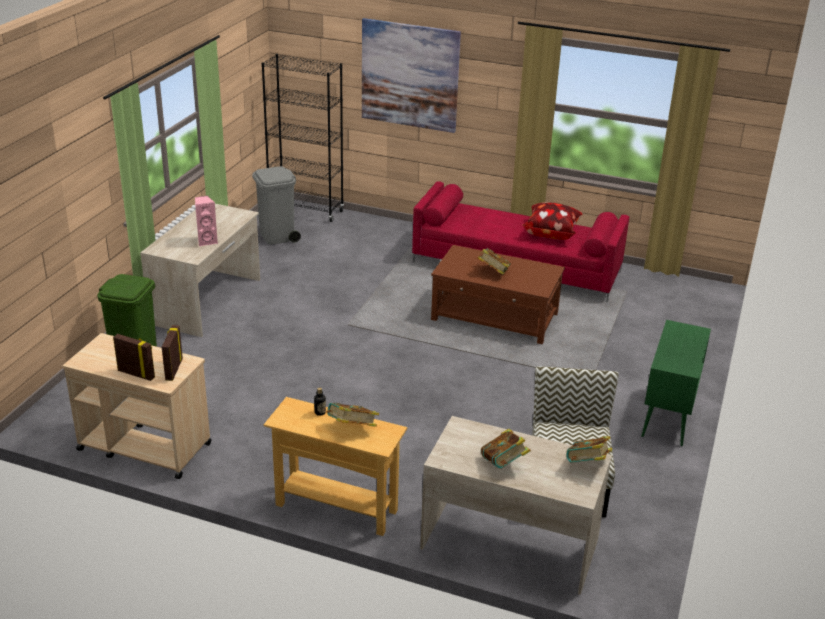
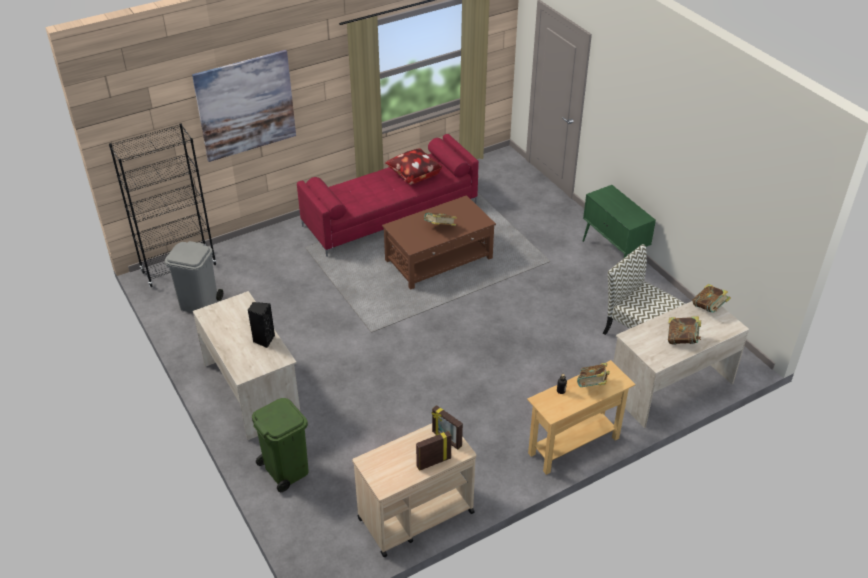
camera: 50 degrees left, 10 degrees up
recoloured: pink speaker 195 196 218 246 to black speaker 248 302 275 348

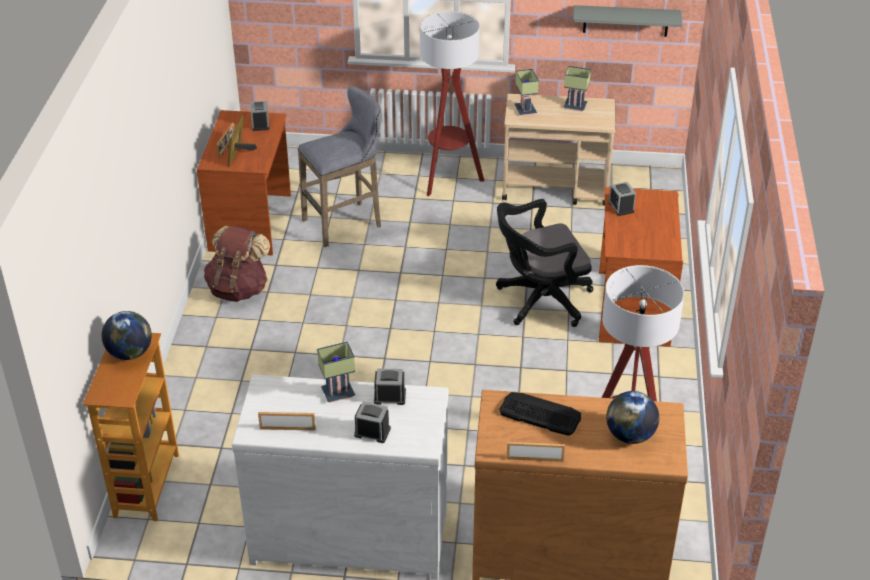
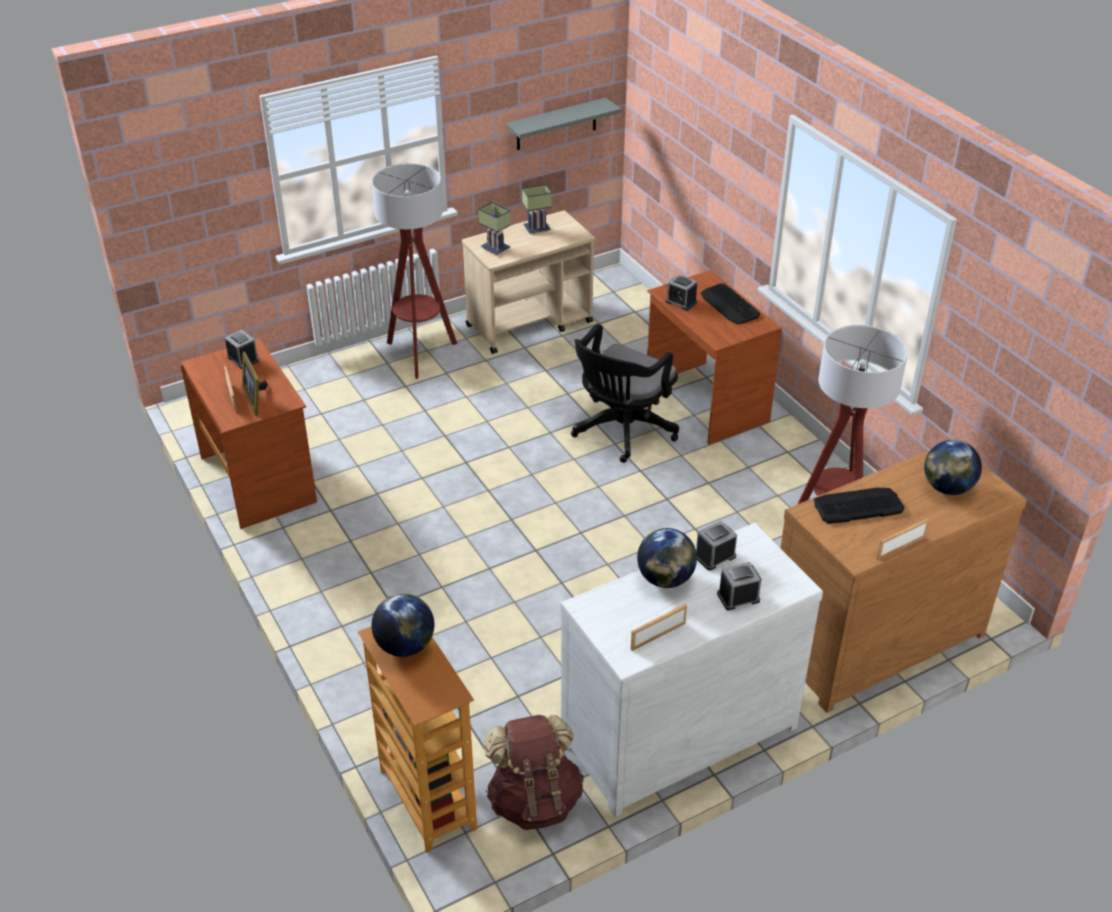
camera: 35 degrees left, 0 degrees up
removed: grey stool 298 86 382 247
added: keyboard 700 283 760 324
moved: brown backpack 204 226 270 302 to 484 715 584 830
replaced: table lamp 317 342 355 403 to globe 637 528 697 588

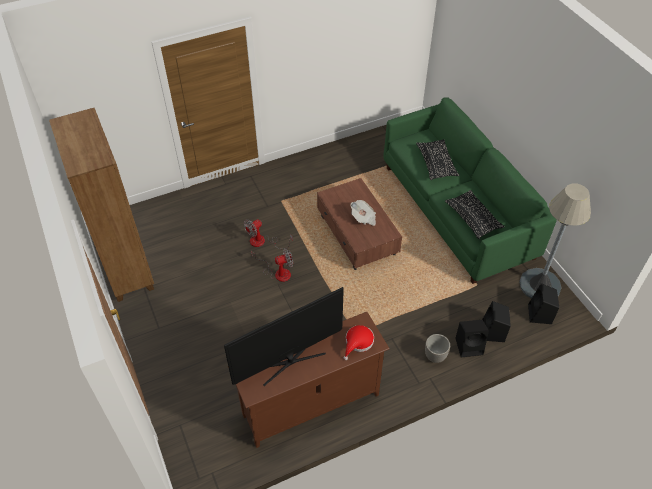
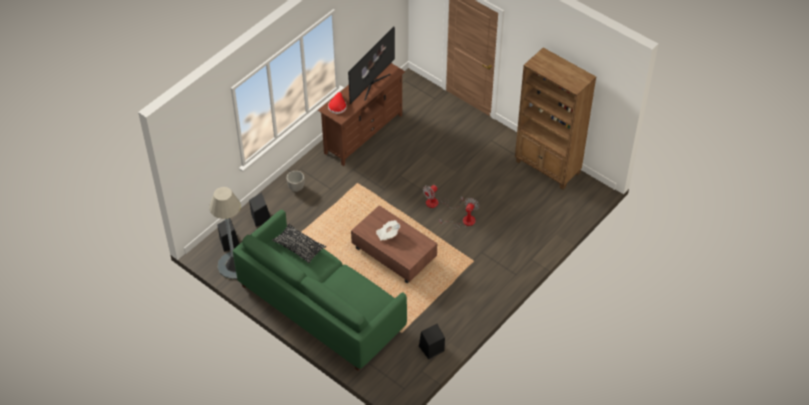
camera: 155 degrees right, 0 degrees up
removed: black pillow 416 139 459 180
moved: black speaker 455 320 489 357 to 419 324 445 359

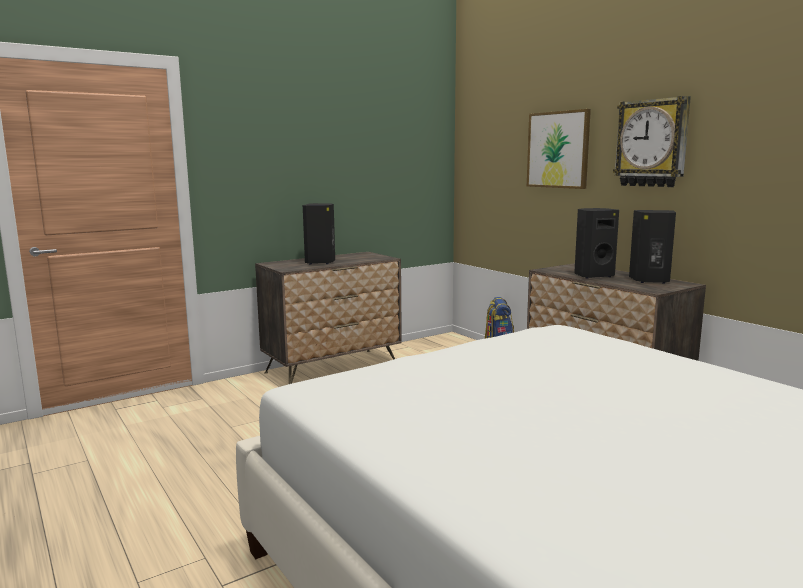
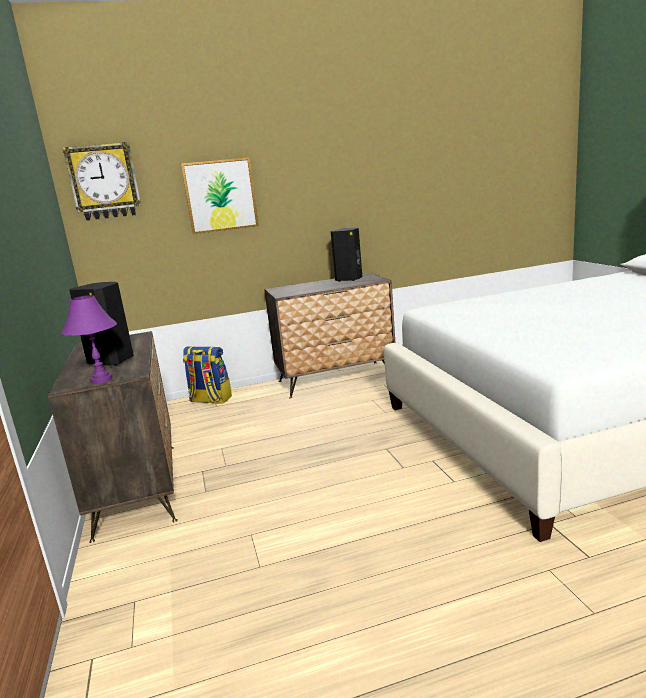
camera: 70 degrees left, 5 degrees up
removed: black speaker 574 208 619 279
added: purple table lamp 61 295 117 384
moved: wall clock 613 96 691 187 to 63 142 141 221

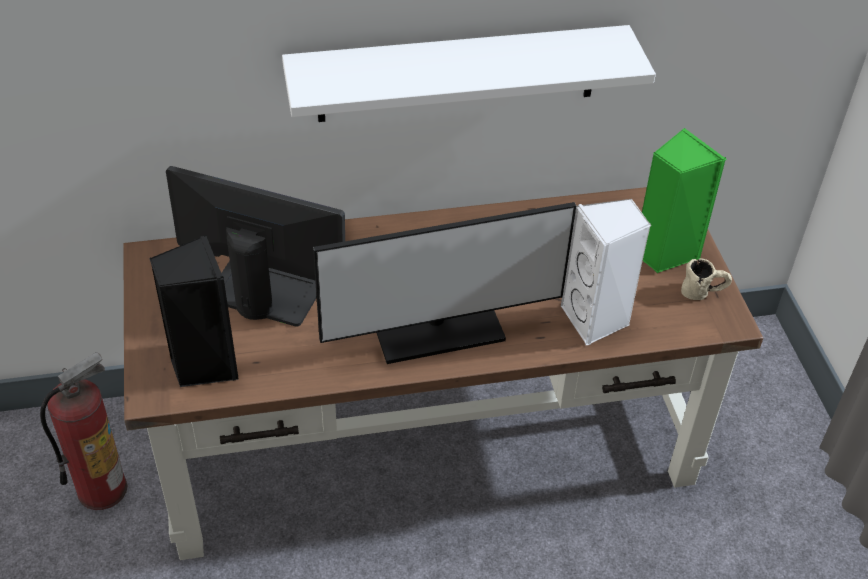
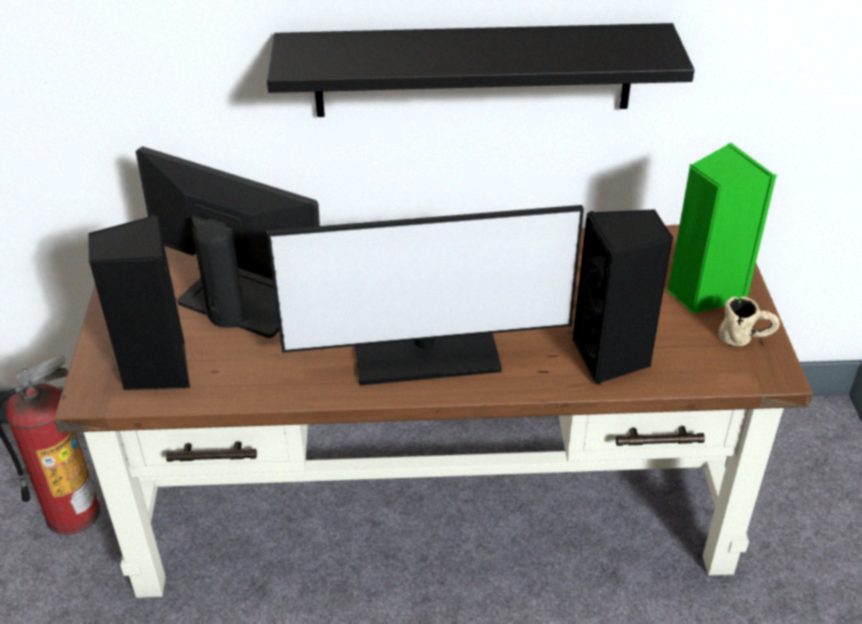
camera: 10 degrees right, 5 degrees down
recoloured: white shelf 282 25 656 122 to black shelf 267 23 695 117; white speaker 561 199 651 345 to black speaker 573 209 674 384

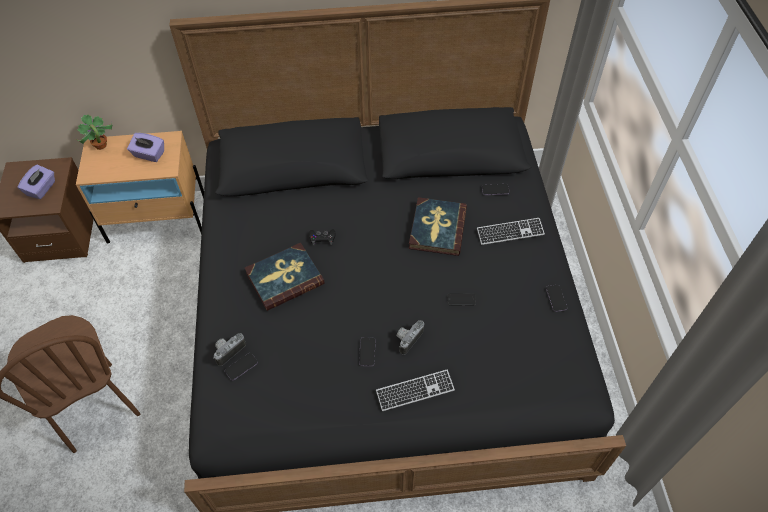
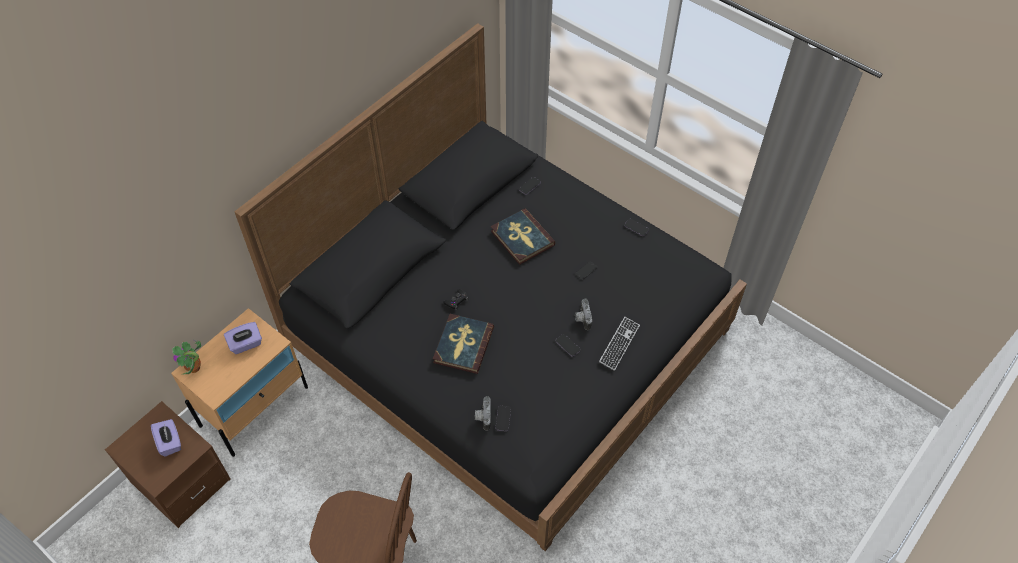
camera: 45 degrees left, 0 degrees up
removed: keyboard 477 218 545 245

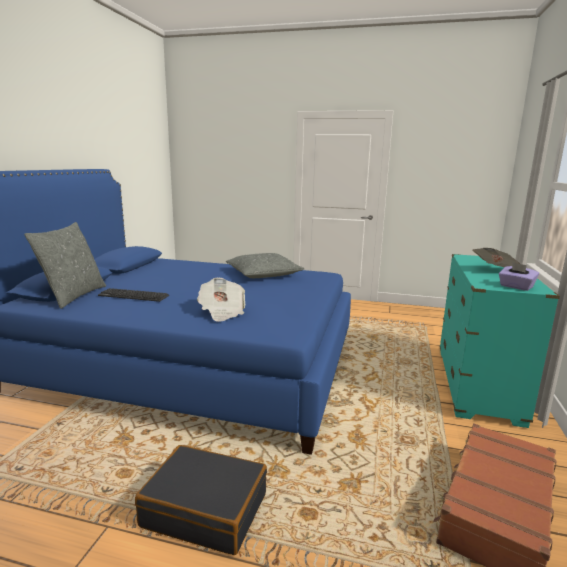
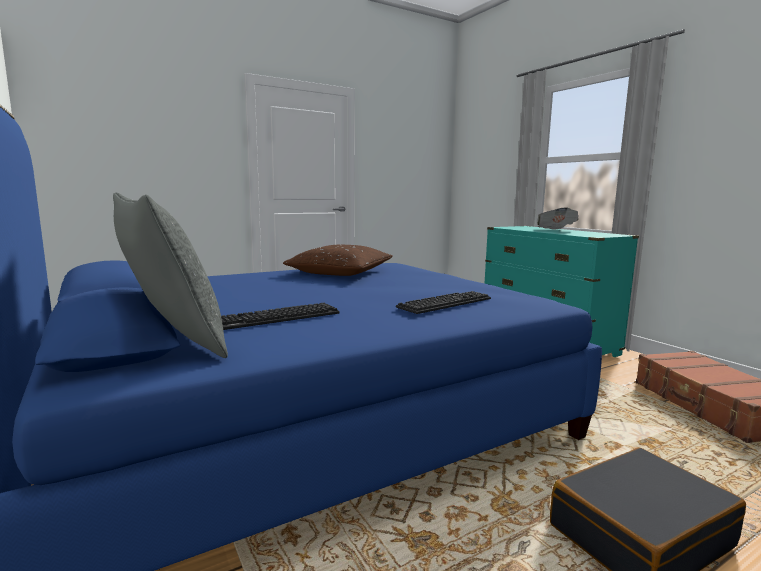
camera: 45 degrees left, 5 degrees down
removed: purple tissue box 499 262 539 291
replaced: newspaper 197 278 245 322 to keyboard 396 291 491 314
recoloured: grey pillow 226 253 304 278 to brown pillow 283 245 393 276

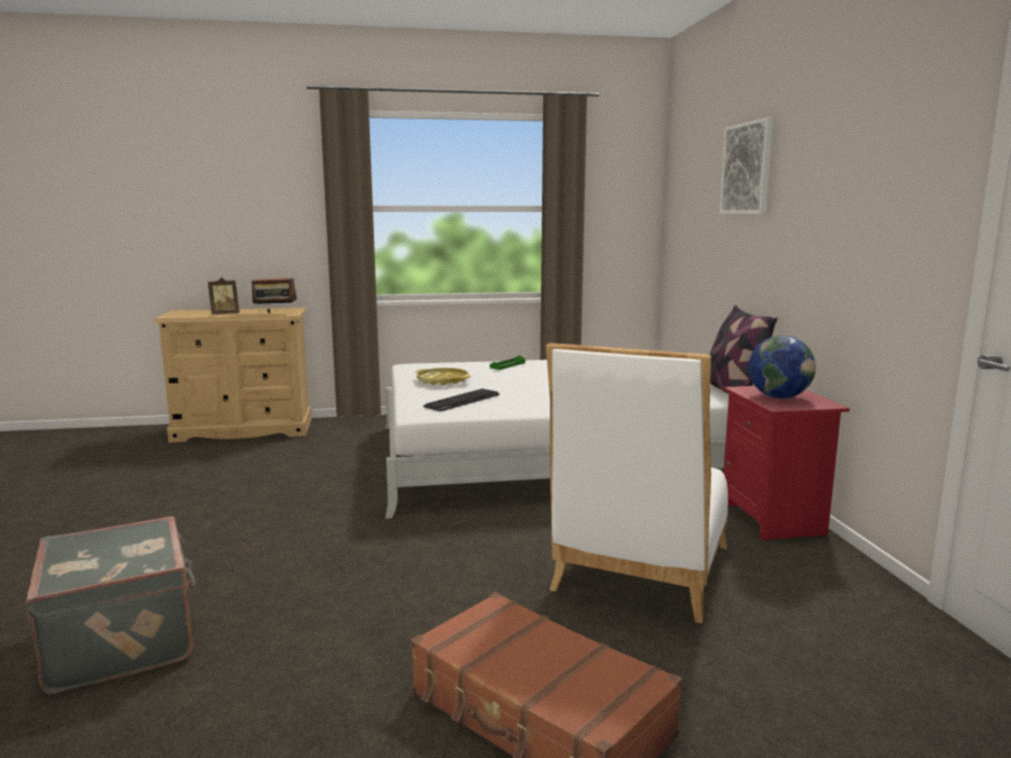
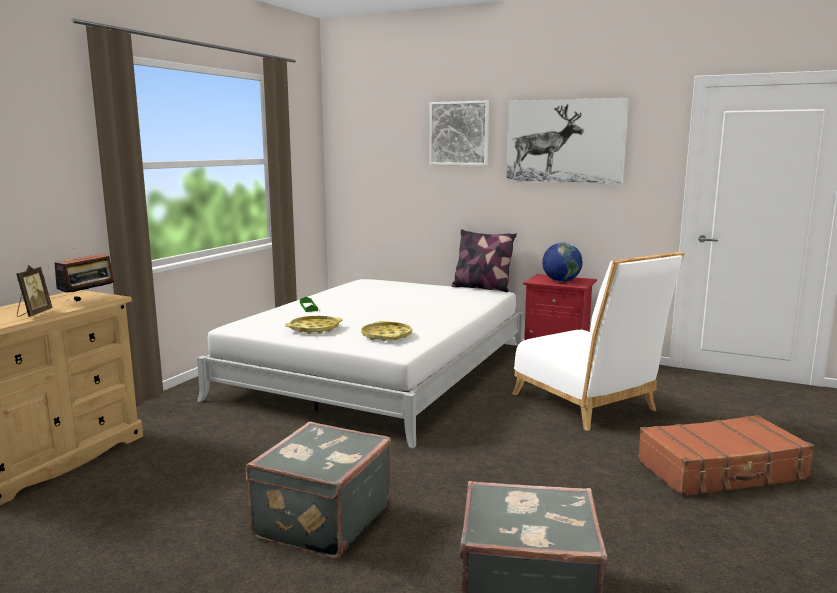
camera: 55 degrees left, 0 degrees up
added: grey suitcase 246 422 391 559; picture 506 98 629 184
replaced: keyboard 423 388 500 411 to yellow tray 361 321 412 341

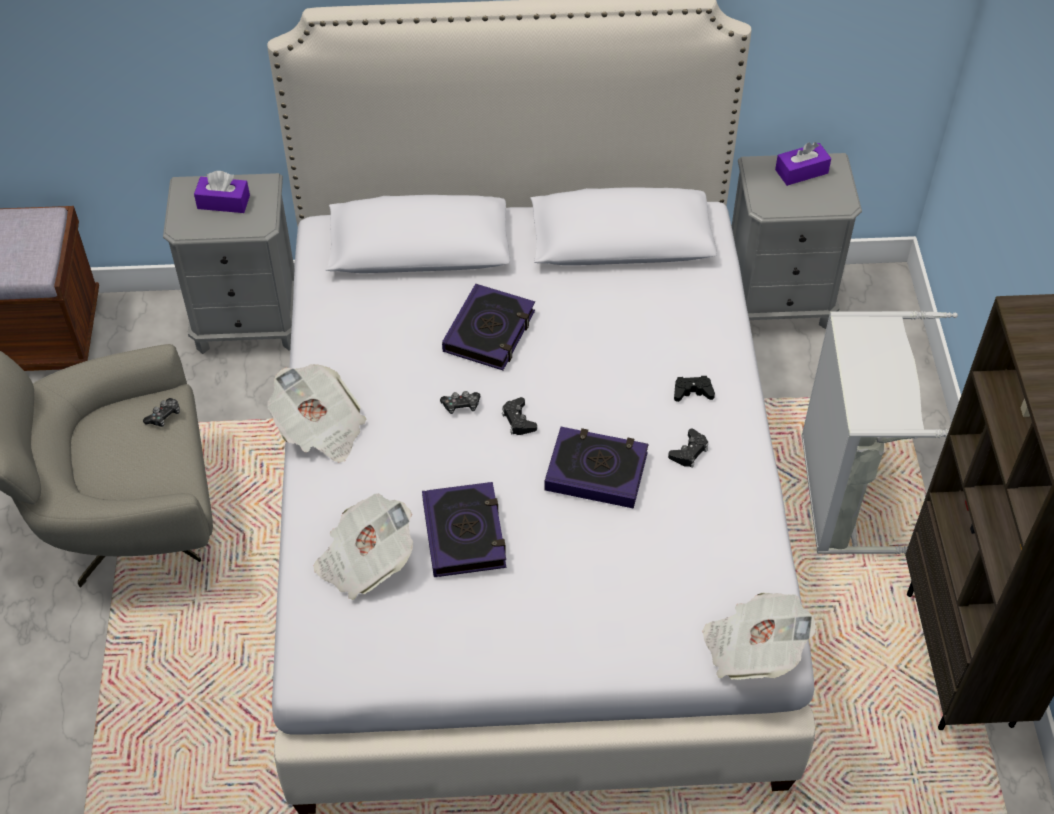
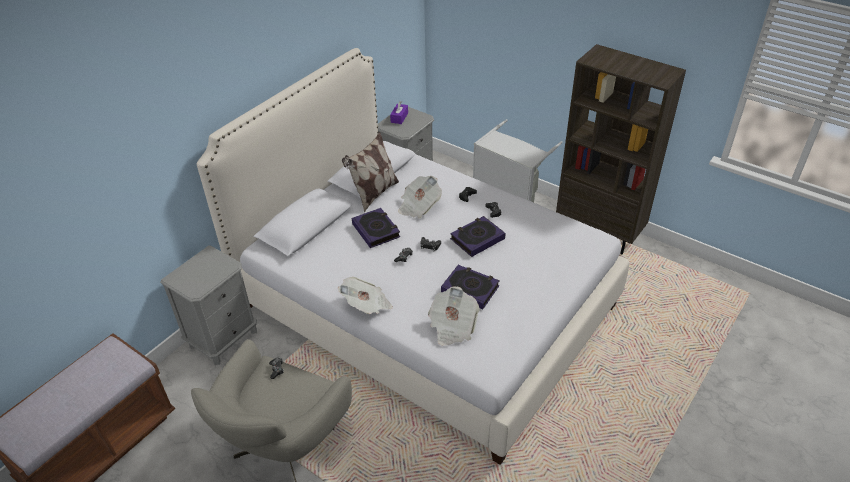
camera: 50 degrees left, 10 degrees down
removed: purple tissue box 194 171 250 213
added: pillow 342 132 399 212
moved: newspaper 702 592 816 680 to 398 176 442 218

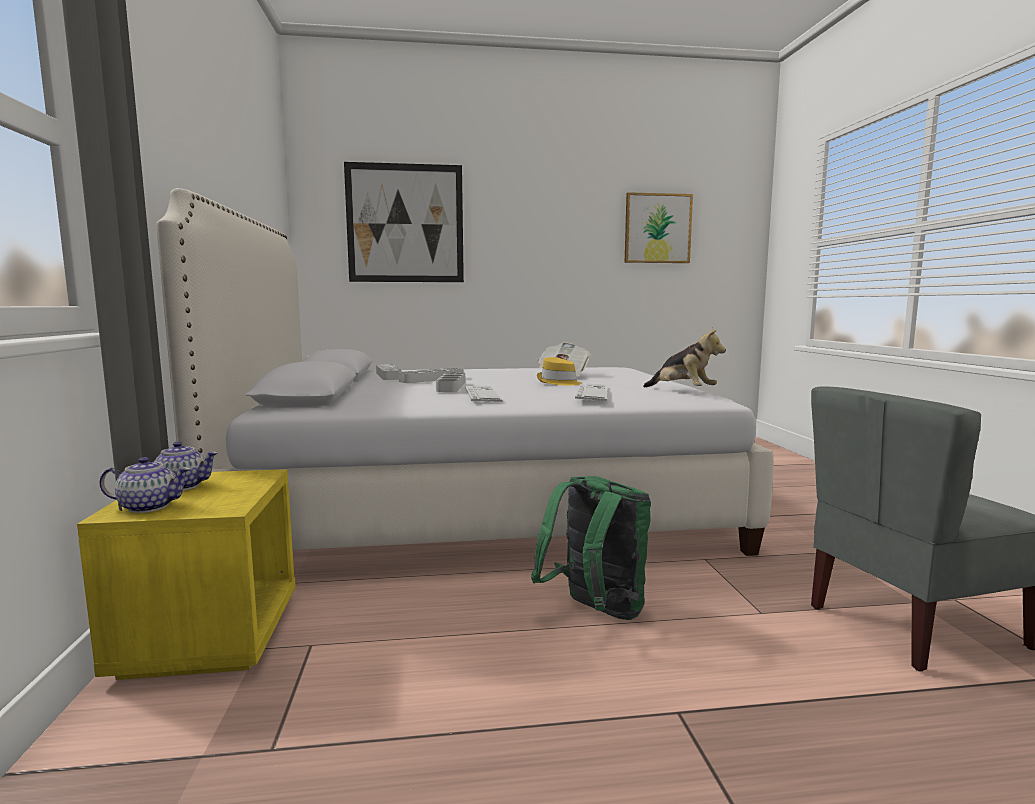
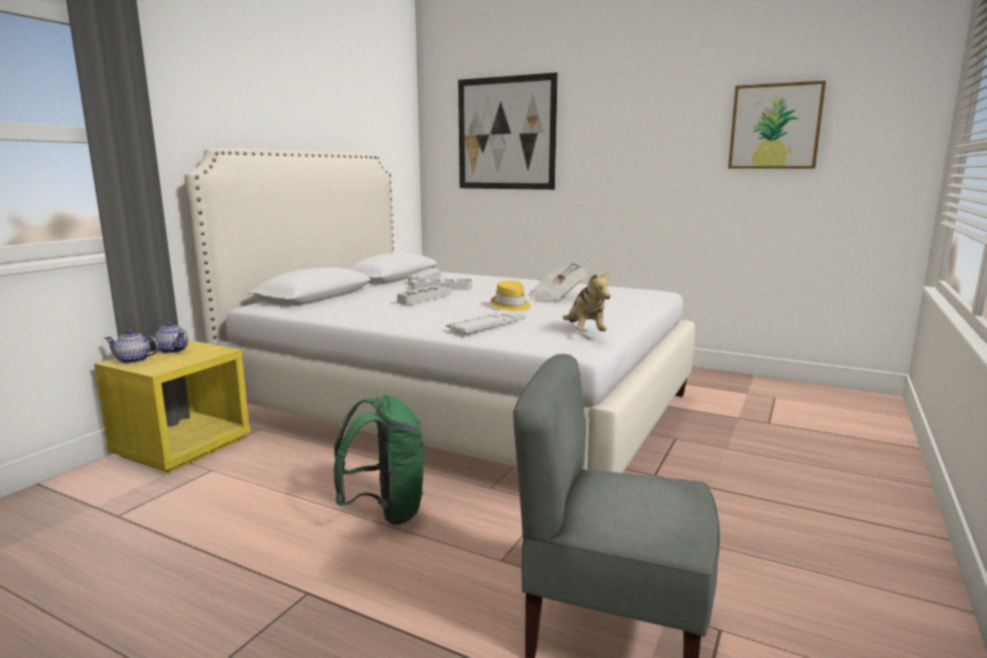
camera: 35 degrees right, 5 degrees up
removed: keyboard 465 385 502 402
turned: teapot 99 457 191 513 = 104 330 159 364 150 degrees clockwise

